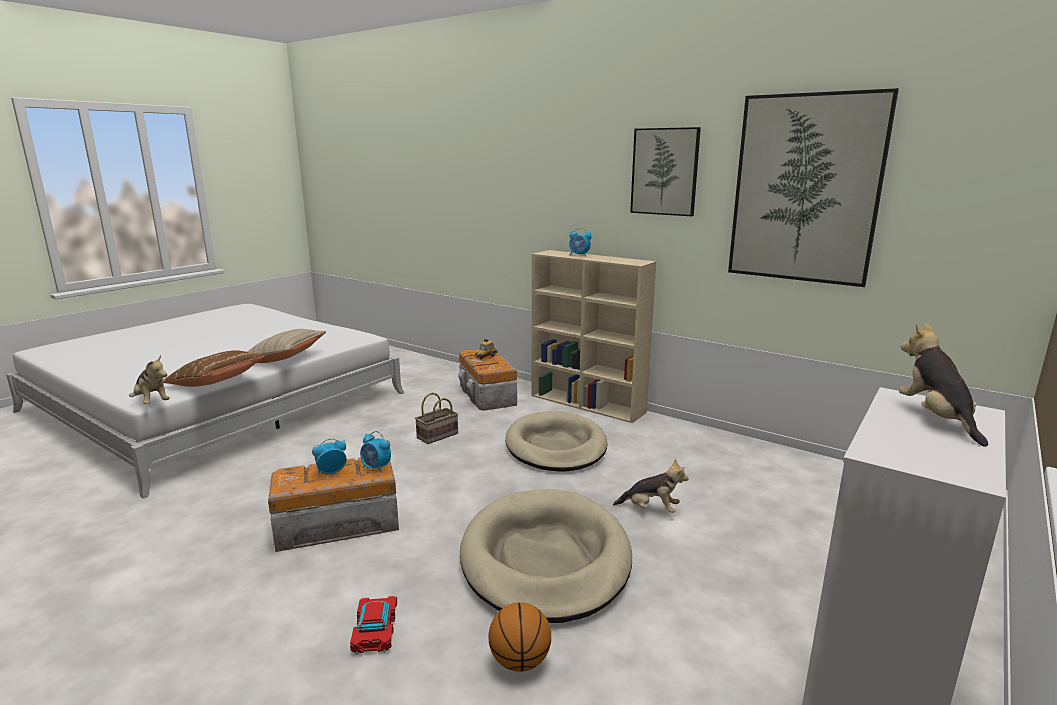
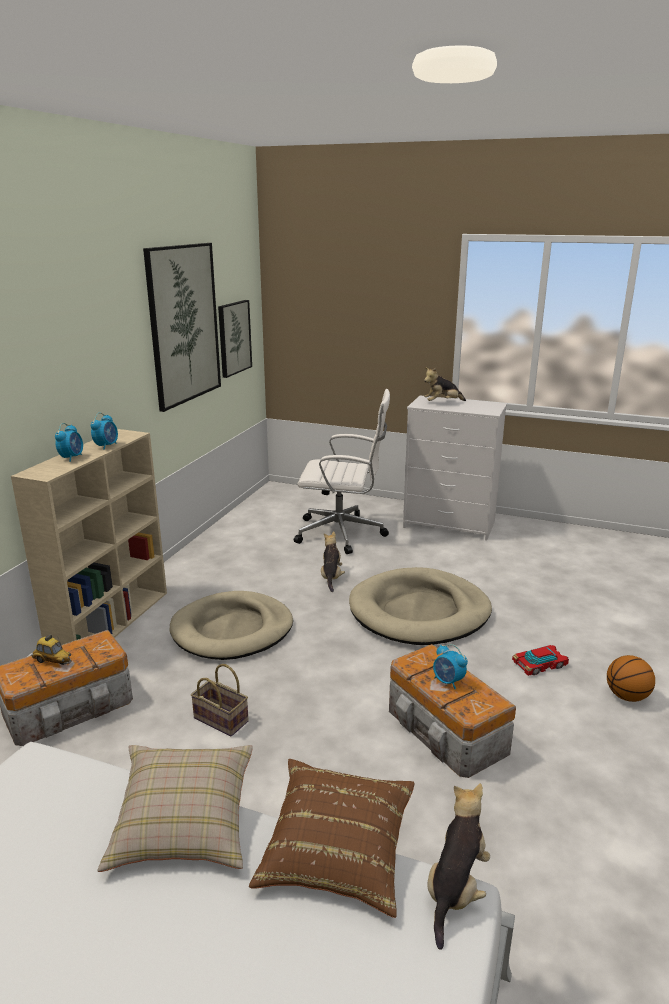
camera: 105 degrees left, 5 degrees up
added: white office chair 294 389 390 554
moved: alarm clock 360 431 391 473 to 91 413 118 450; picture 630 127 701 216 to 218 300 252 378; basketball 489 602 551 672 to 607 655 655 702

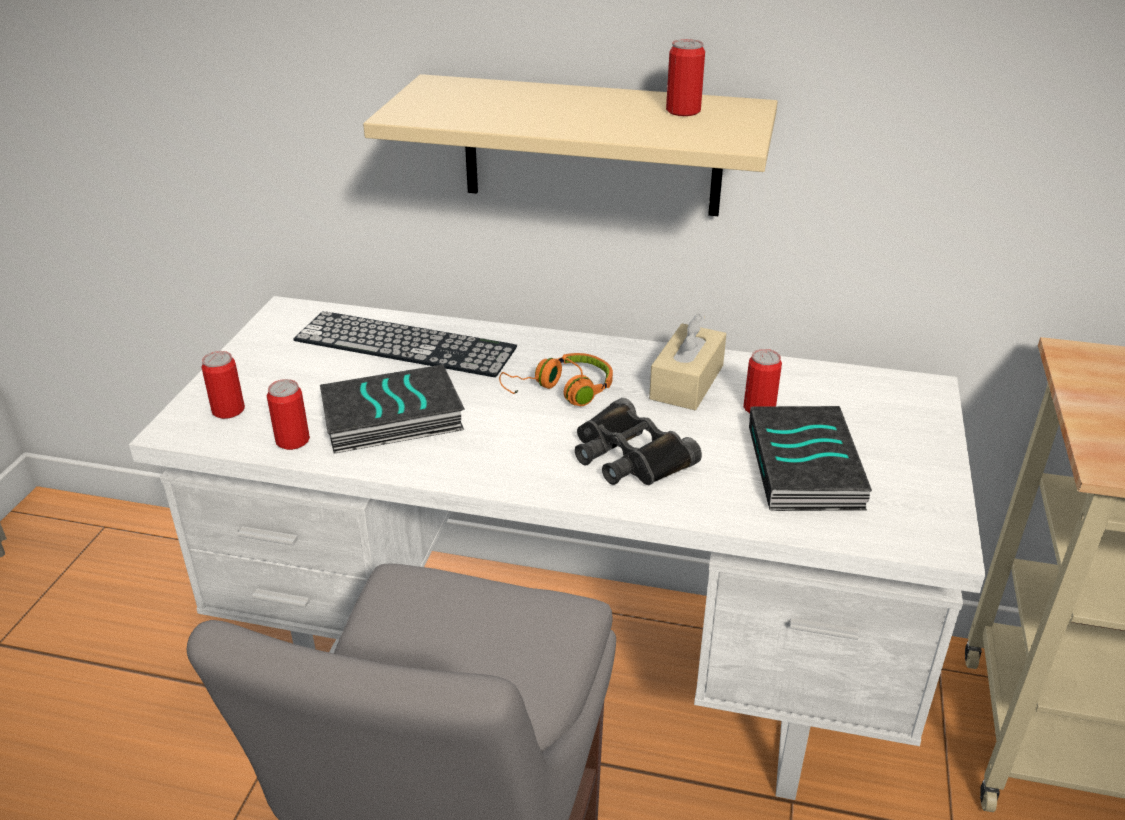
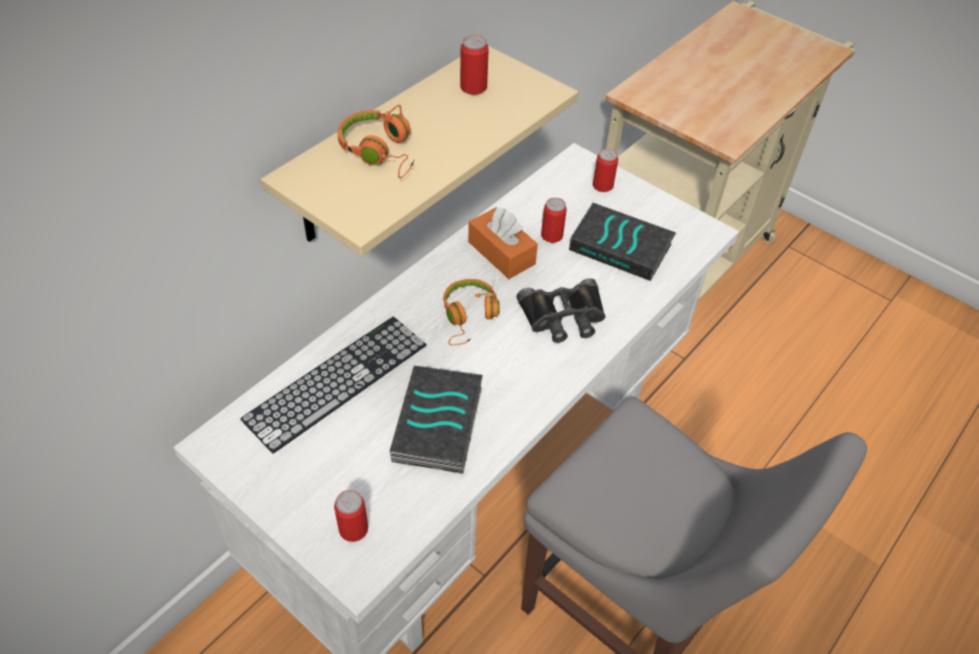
camera: 65 degrees left, 15 degrees up
added: orange headphones 337 105 415 178
moved: can 267 379 310 450 to 593 148 618 192
recoloured: beige tissue box 649 313 726 410 to orange tissue box 468 207 538 279

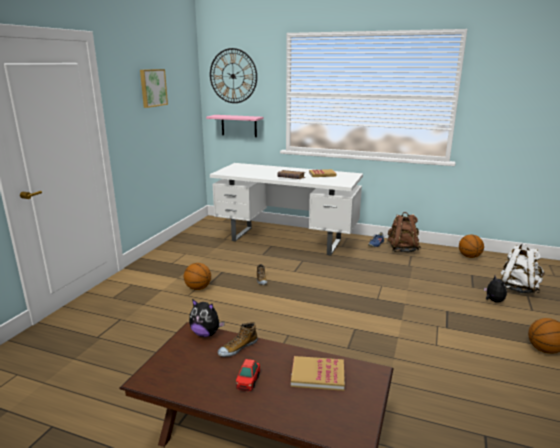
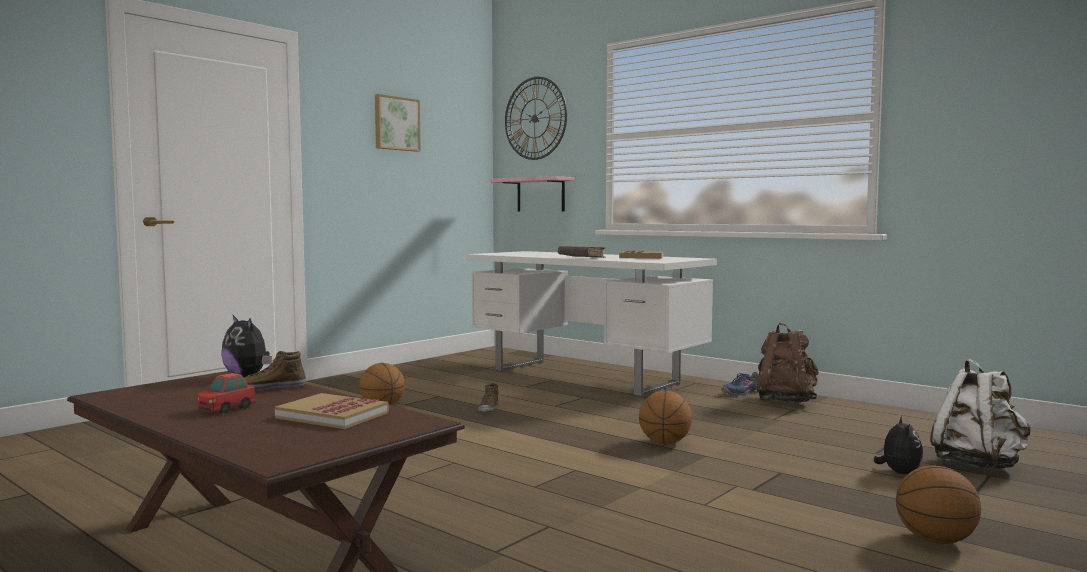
camera: 20 degrees right, 15 degrees down
moved: basketball 459 235 484 258 to 639 391 692 444

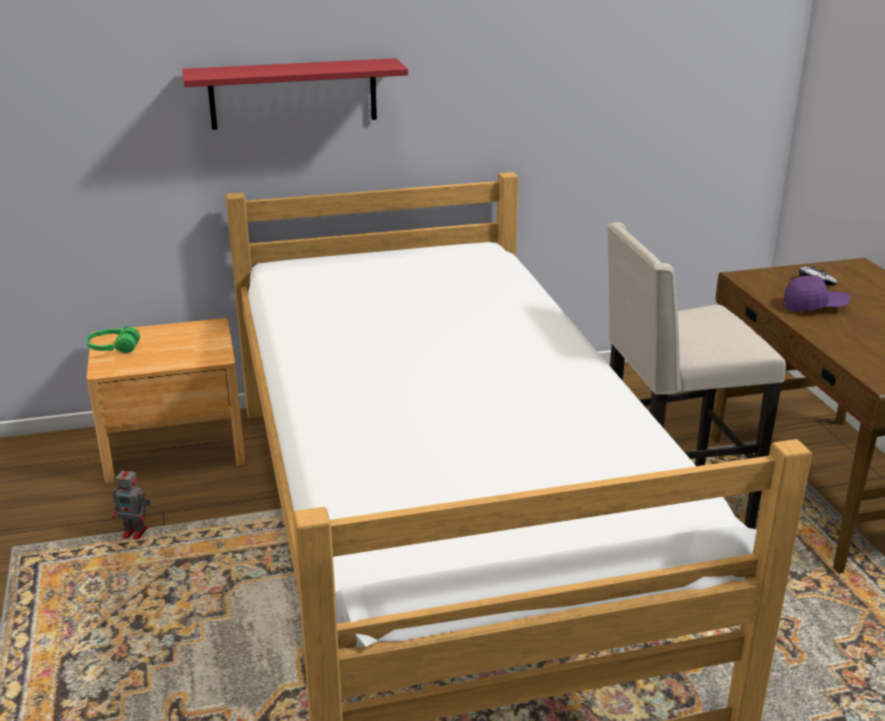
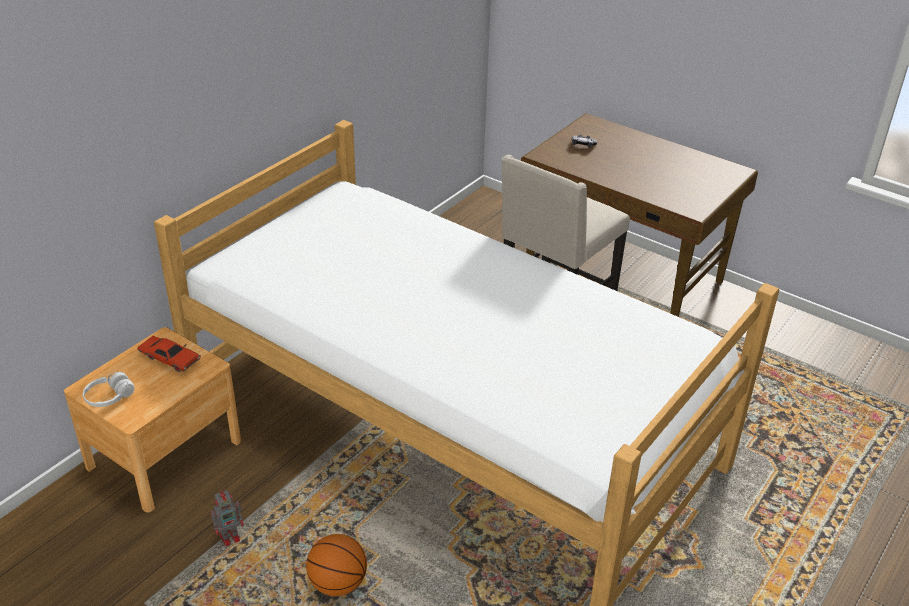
camera: 40 degrees left, 10 degrees up
removed: red shelf 182 58 408 130; purple cap 783 275 850 311
added: red toy car 137 336 201 372; basketball 306 534 367 596
recoloured: green headphones 86 326 140 353 to white headphones 83 372 134 407

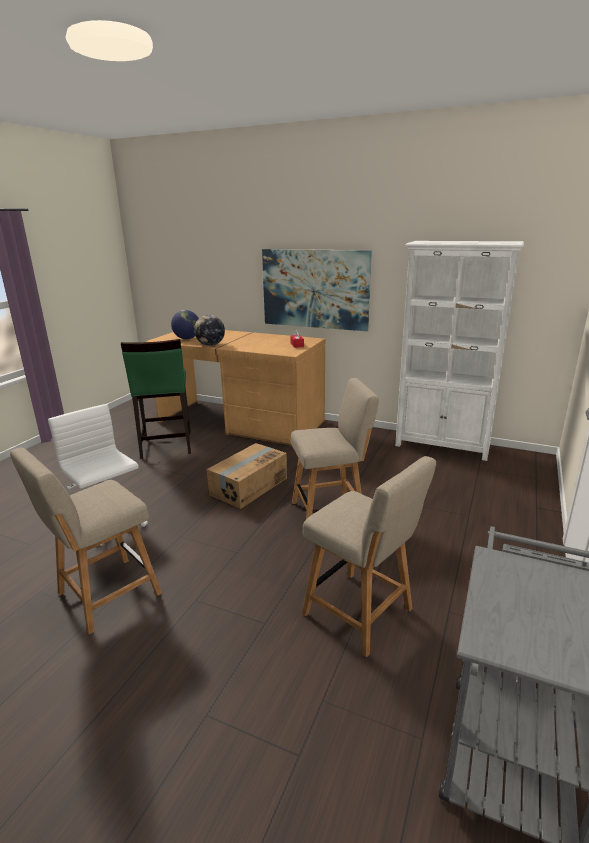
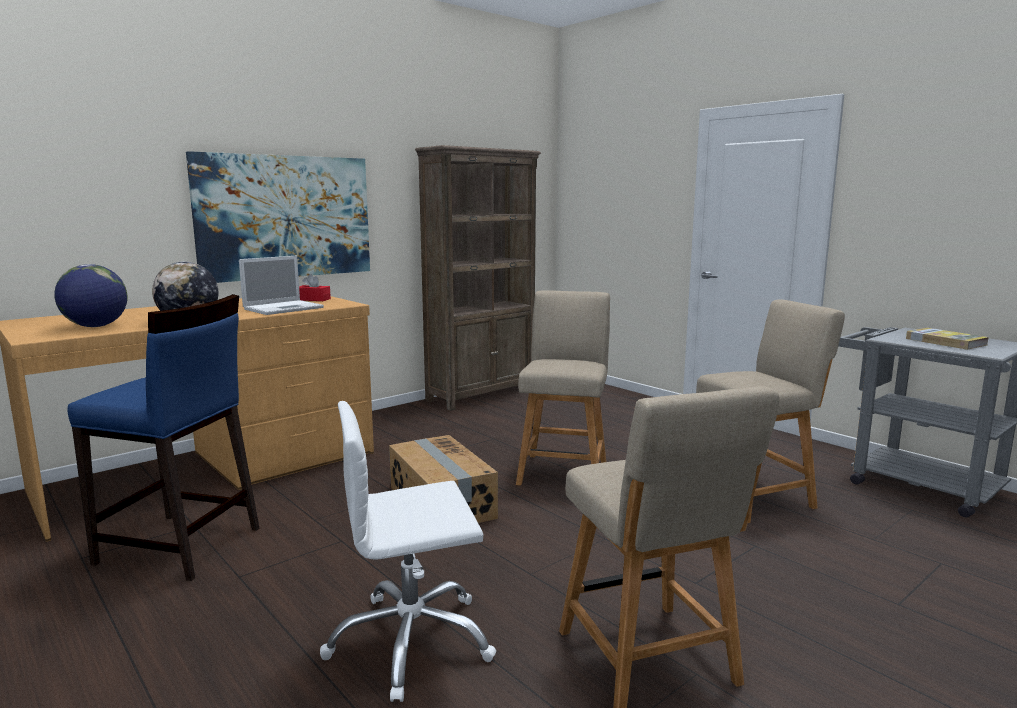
camera: 65 degrees left, 10 degrees down
added: laptop 239 256 324 315; book 906 328 989 350
recoloured: green stool 121 339 191 459 to blue stool 67 294 259 581; white bookcase 395 241 524 461 to brown bookcase 415 145 541 411

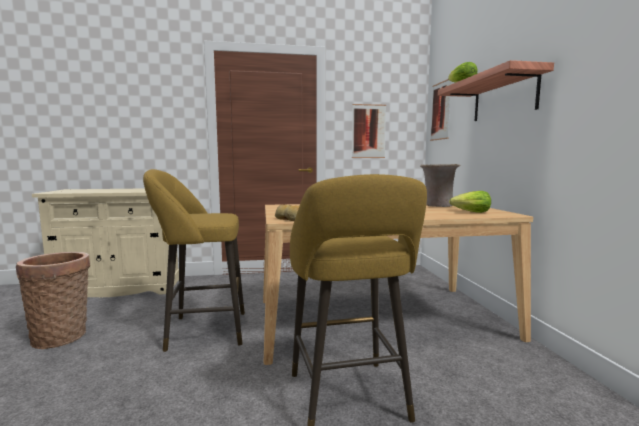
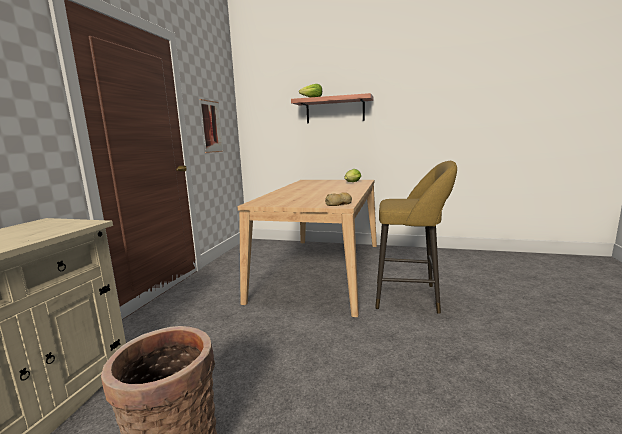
camera: 65 degrees left, 5 degrees up
removed: yellow stool 143 169 245 352; beige vase 420 164 460 207; picture 430 79 451 141

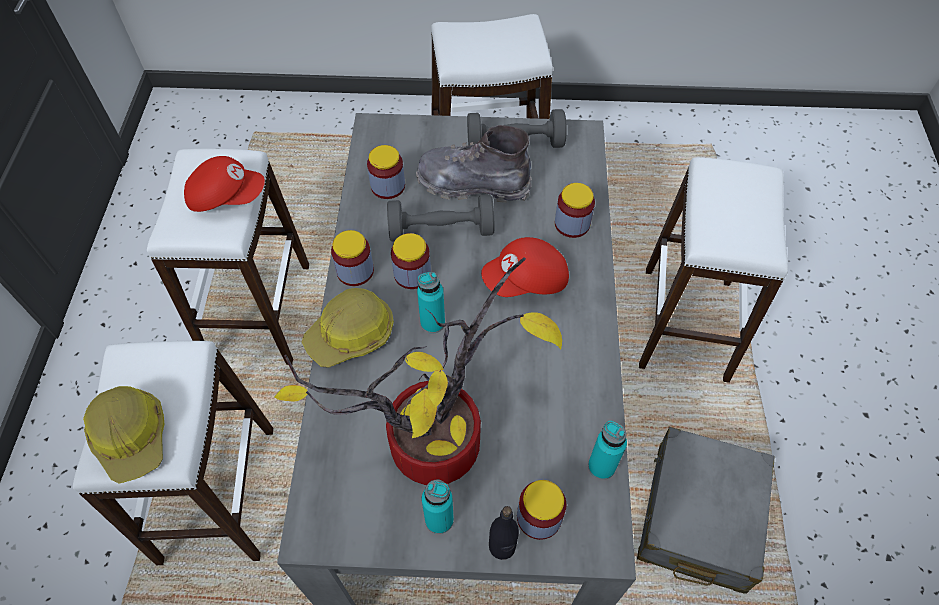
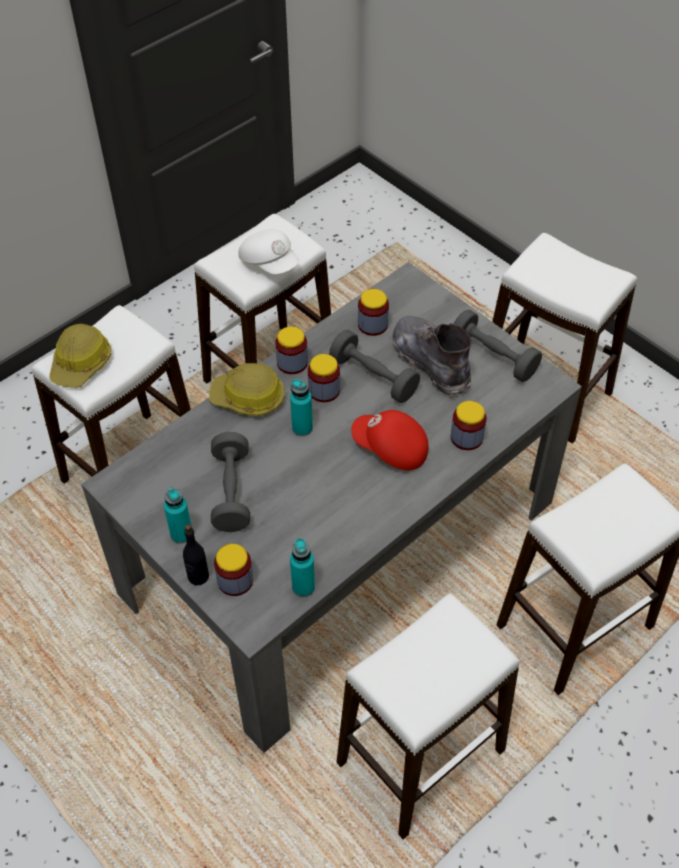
camera: 45 degrees right, 5 degrees down
replaced: potted plant 274 257 562 485 to grey dumbbell 211 432 250 532; grey suitcase 637 427 774 594 to white stool 336 593 520 839
recoloured: red cap 184 156 265 212 to white cap 239 229 299 274

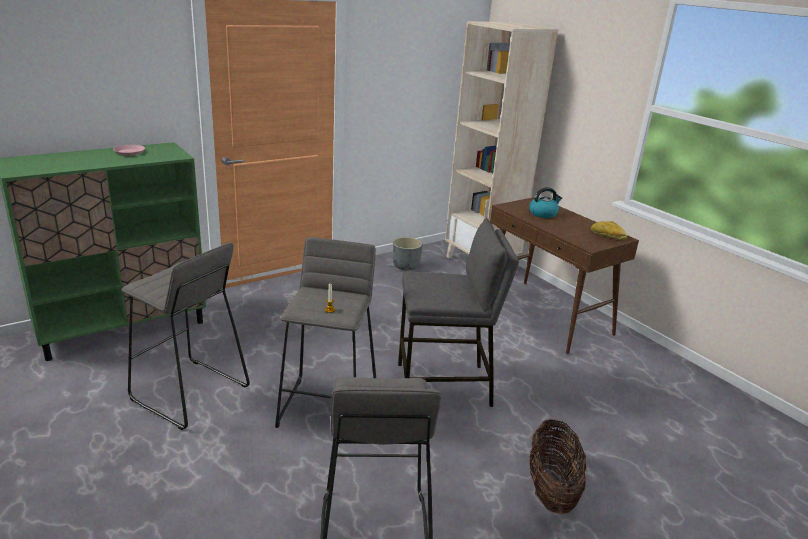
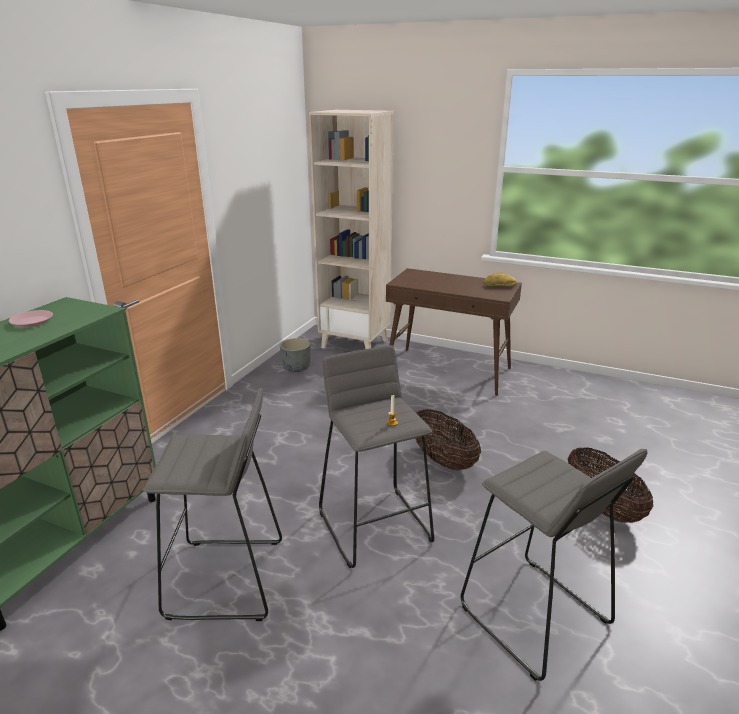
camera: 30 degrees left, 0 degrees up
removed: kettle 529 187 562 218
replaced: grey stool 398 218 519 407 to basket 415 409 481 471

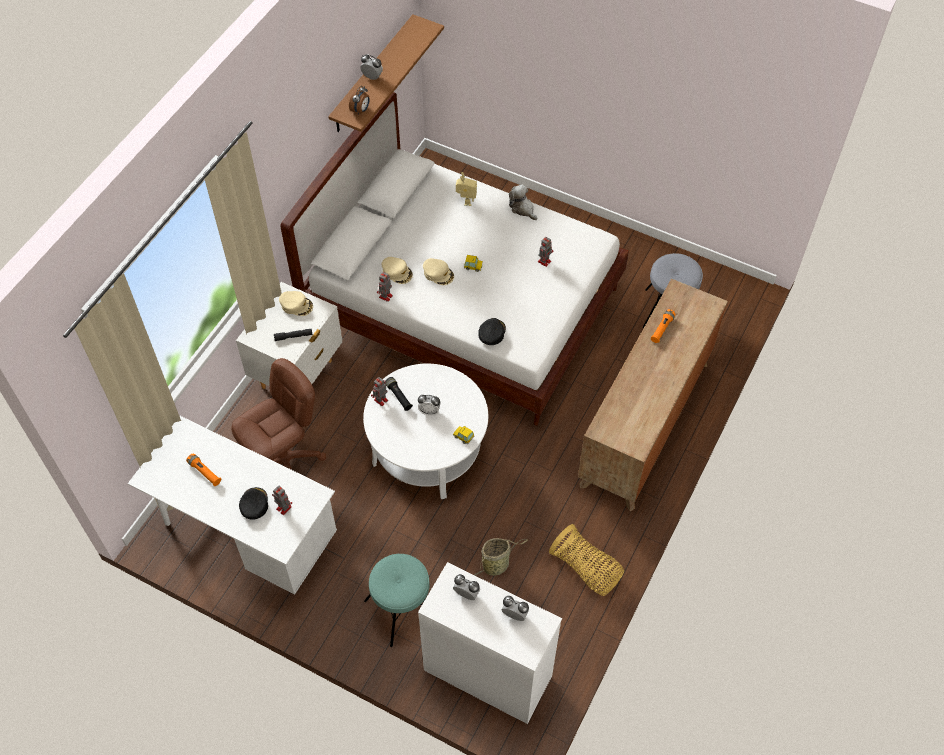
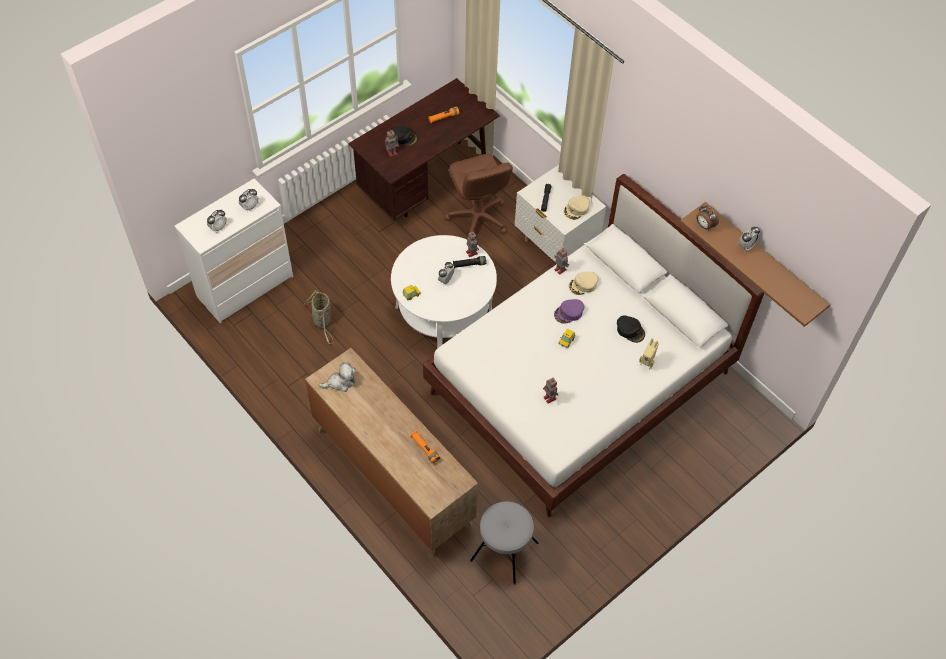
camera: 110 degrees right, 0 degrees up
removed: turquoise stool 364 554 430 647; basket 549 524 624 596
moved: plush toy 509 185 537 220 to 318 362 356 392; black cap 478 318 506 345 to 617 315 645 343
recoloured: white desk 128 416 337 595 to brown desk 348 78 500 221; beige cap 423 258 454 285 to purple cap 554 299 584 324

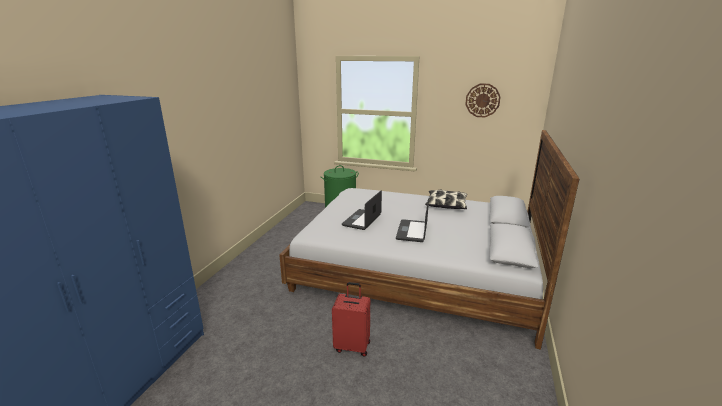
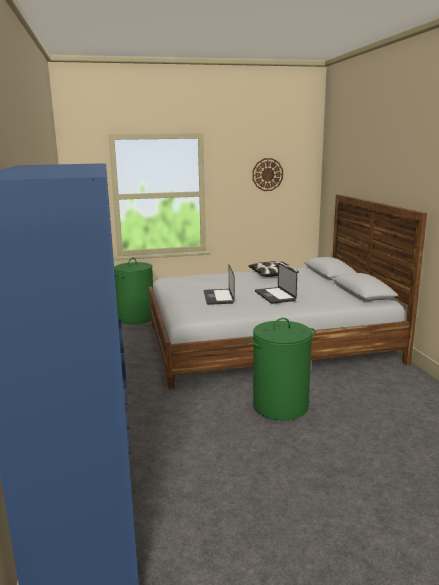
camera: 30 degrees left, 5 degrees down
replaced: red suitcase 332 282 370 357 to green laundry basket 248 318 316 420

